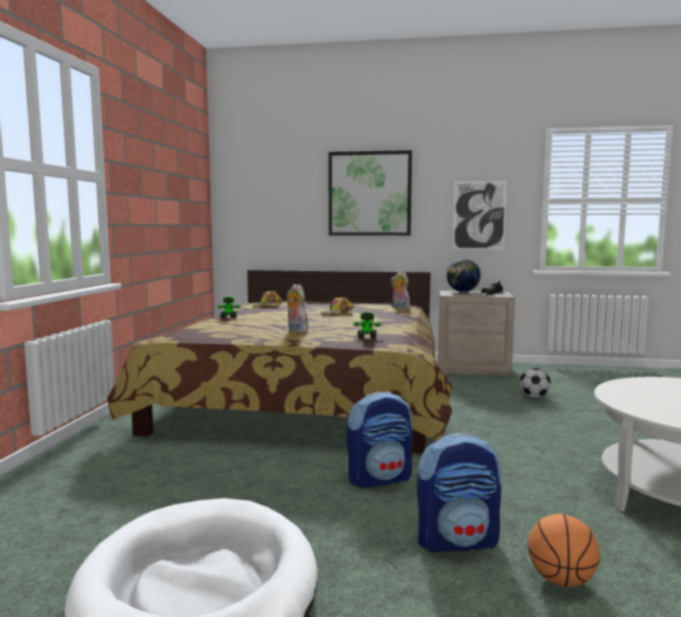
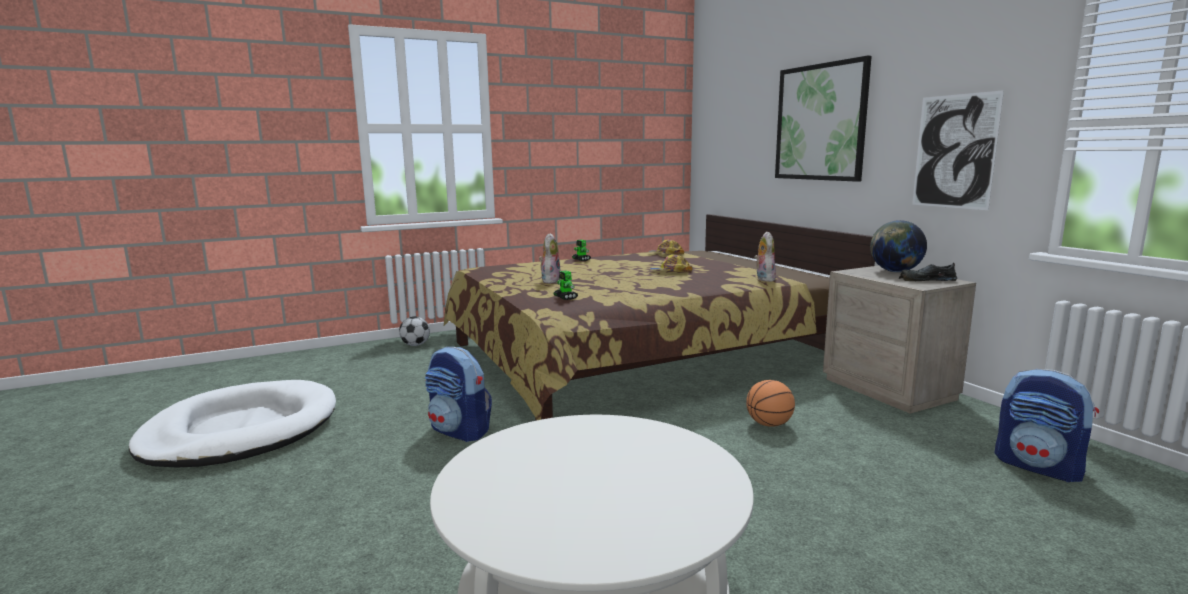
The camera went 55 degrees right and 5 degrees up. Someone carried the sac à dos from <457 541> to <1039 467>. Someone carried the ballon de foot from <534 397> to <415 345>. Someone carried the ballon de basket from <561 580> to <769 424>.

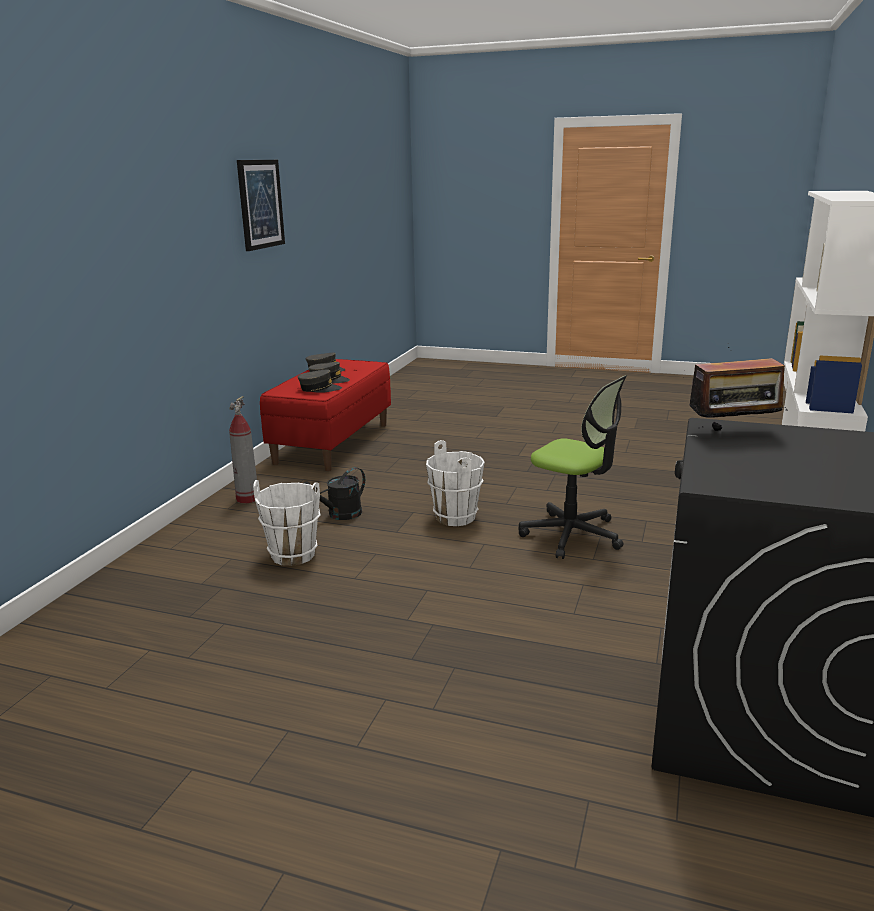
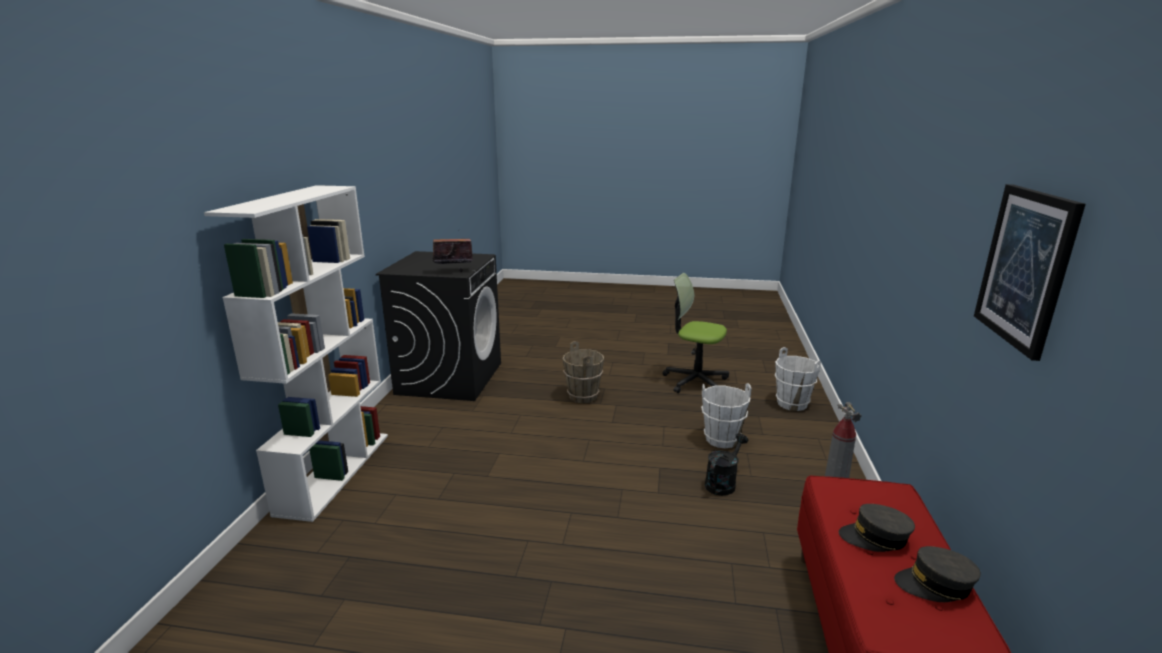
The camera went 170 degrees right and 0 degrees up. Someone took away the casquette/gris at <319 389>. Someone carried the seau/blanc from <456 517> to <791 404>. Someone carried the chaise de bureau from <572 535> to <695 381>. Someone put down the seau/marron at <583 396>.

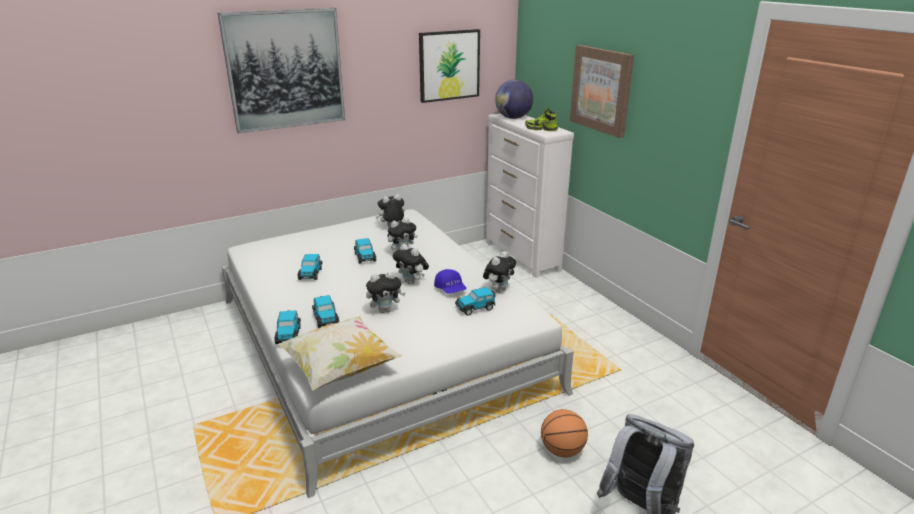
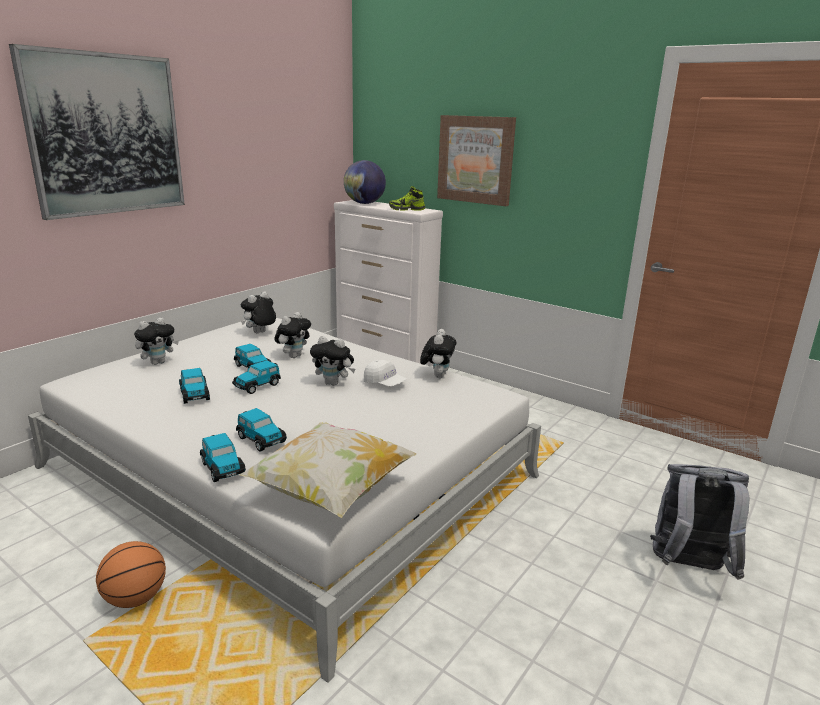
The camera went 25 degrees left and 5 degrees down. Someone carried the peluche from <385 310> to <158 362>. Someone took away the tableau at <449 65>. Someone repainted the casquette/bleu at <450 289>, which became the casquette/blanc at <384 383>. Someone carried the petite voiture from <476 308> to <258 385>. Someone carried the ballon de basket from <562 450> to <135 598>.

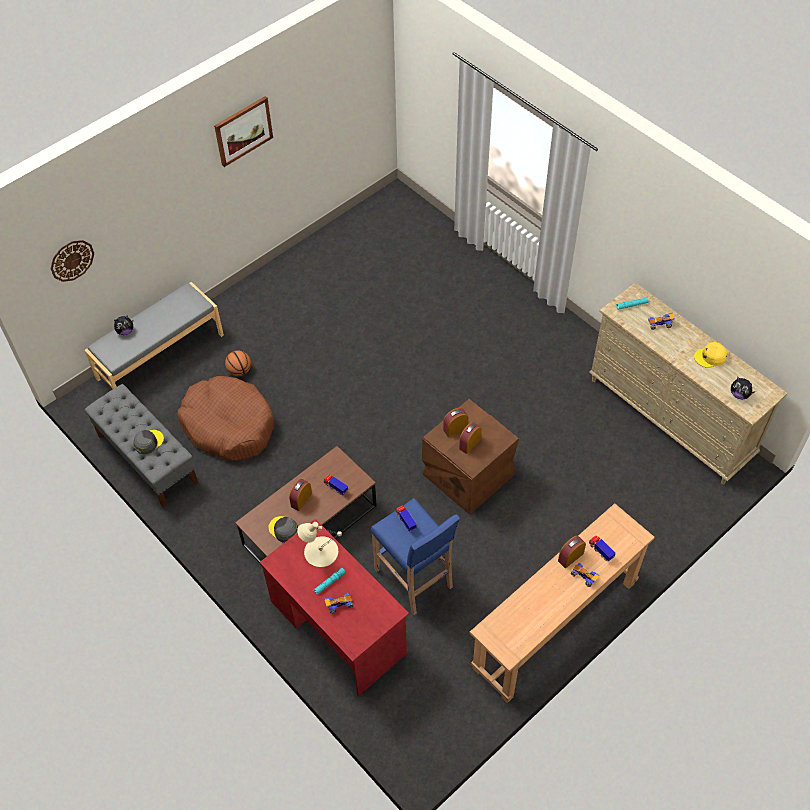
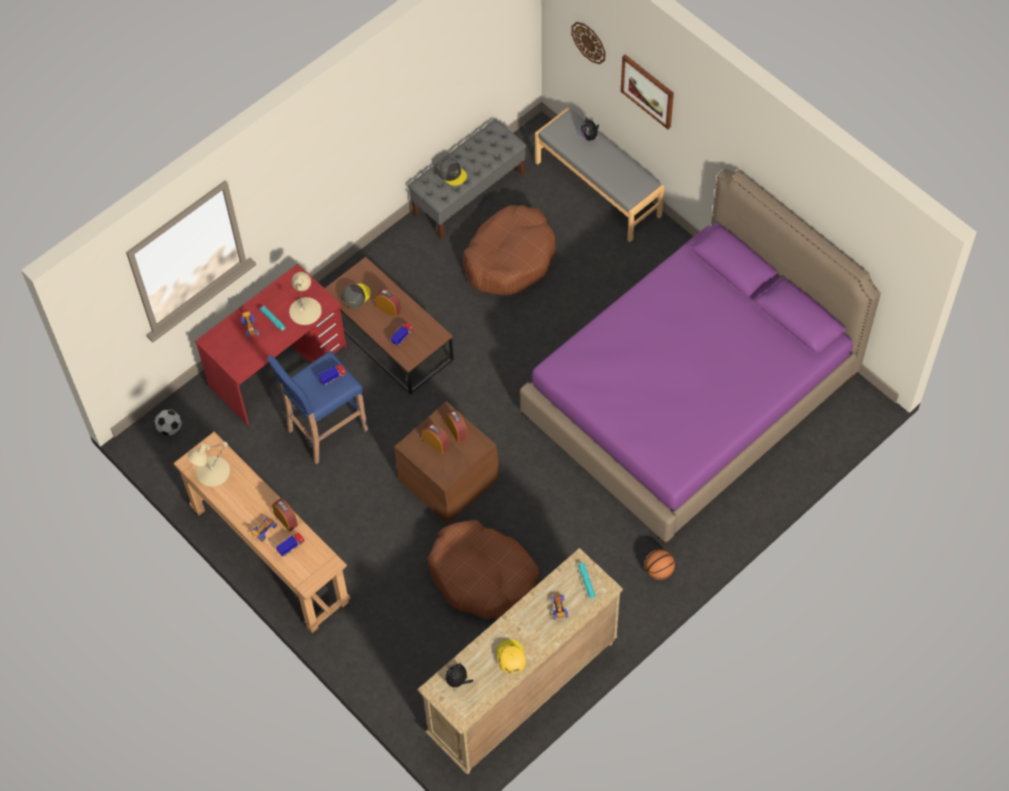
The camera went 90 degrees right and 5 degrees up. Someone carried the tableau from <243 130> to <648 91>. Someone carried the ballon de basket from <239 371> to <659 571>. Someone put down the ballon de foot at <170 428>. Someone put down the lampe de table/beige at <212 471>. Someone put down the panier pour chien/marron at <483 576>. Someone put down the lit/violet at <690 396>.

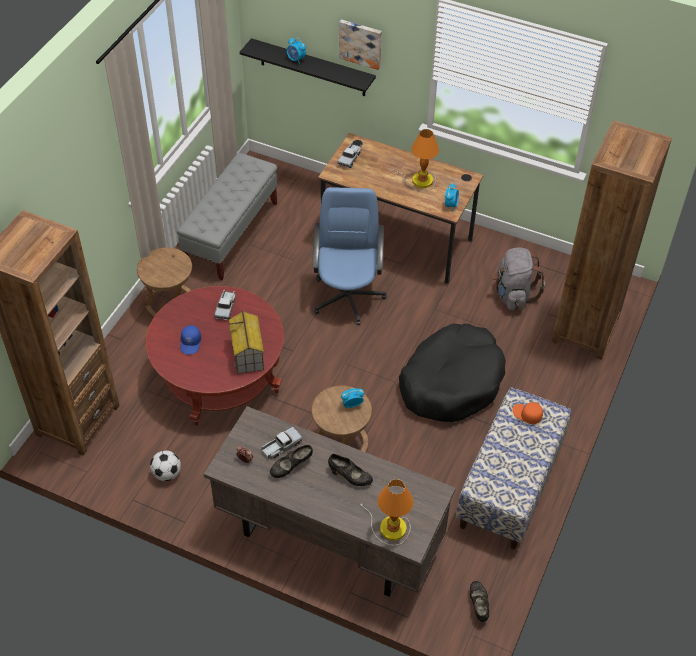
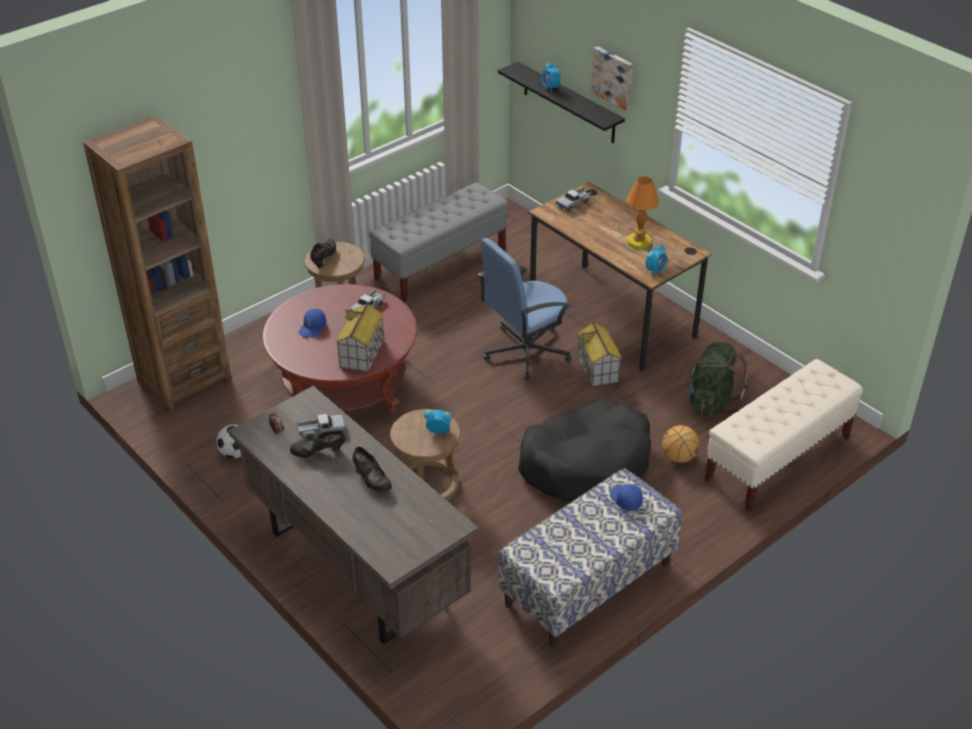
The camera went 25 degrees right and 10 degrees down. Someone rotated the chaise de bureau/bleu at <348 296> by 150 degrees counterclockwise. Someone took away the lampe de table at <389 528>. Someone carried the chaussure/noir from <478 605> to <324 258>. Someone repainted the sac à dos/gris at <513 294>, which became the sac à dos/vert at <711 402>. Someone repainted the casquette/orange at <527 415>, which became the casquette/bleu at <625 500>. Someone swapped the bibliothèque/marron at <585 329> for the banc/beige at <777 459>. Someone put down the maison miniature at <598 369>. Someone put down the ballon de basket at <679 457>.

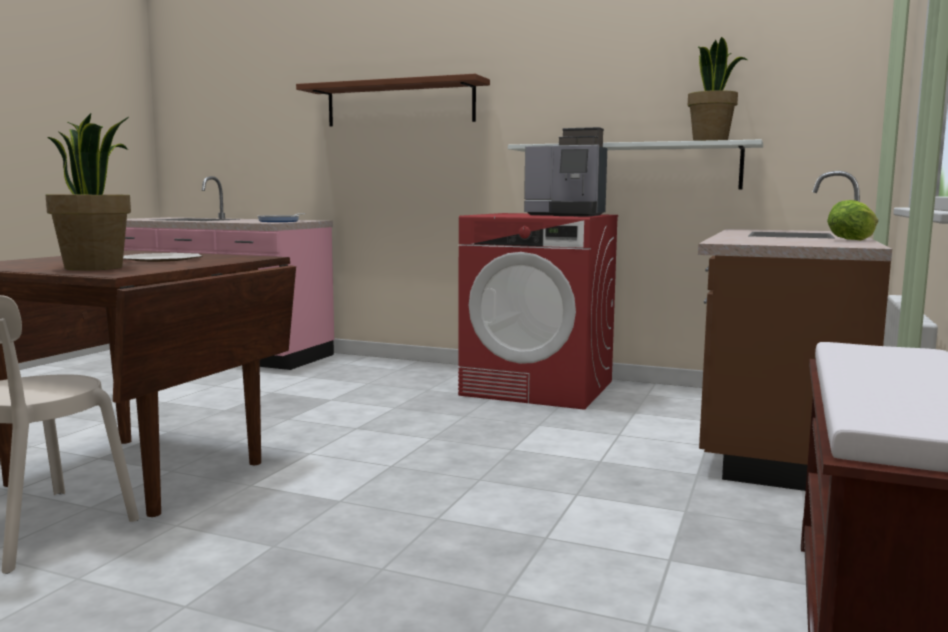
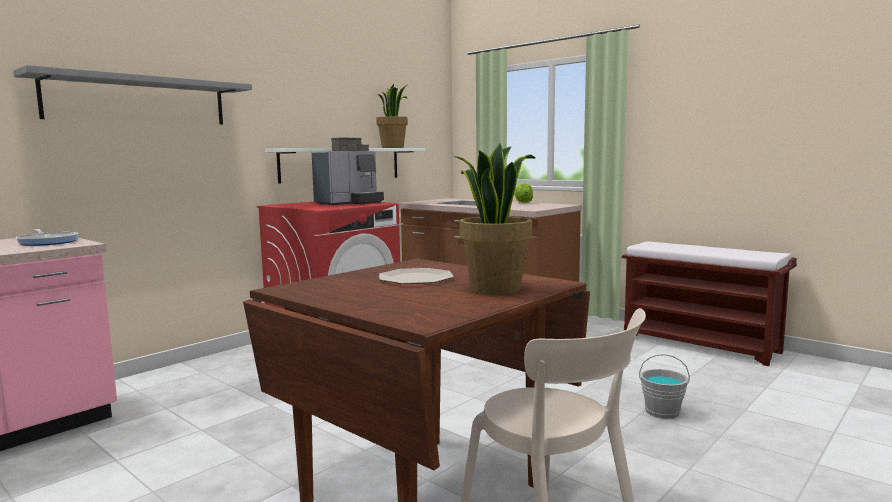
The camera went 70 degrees left and 0 degrees up. Someone repainted the étagère/marron at <399 104>, which became the étagère/gris at <138 101>. Someone put down the seau/gris at <662 411>.

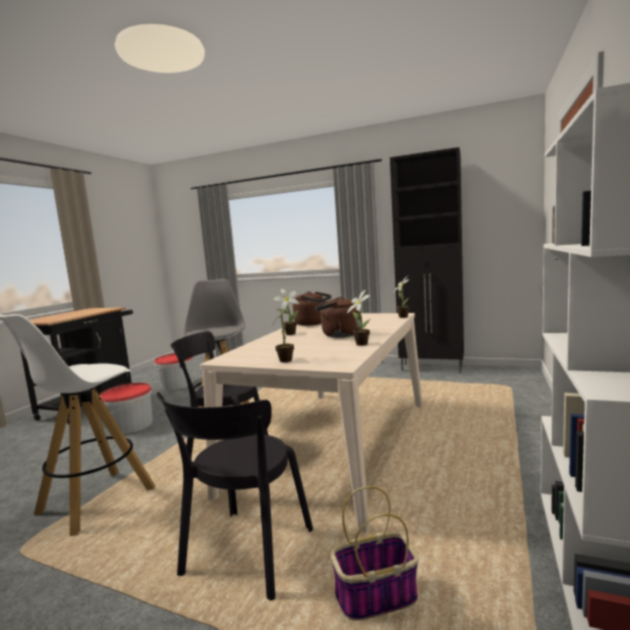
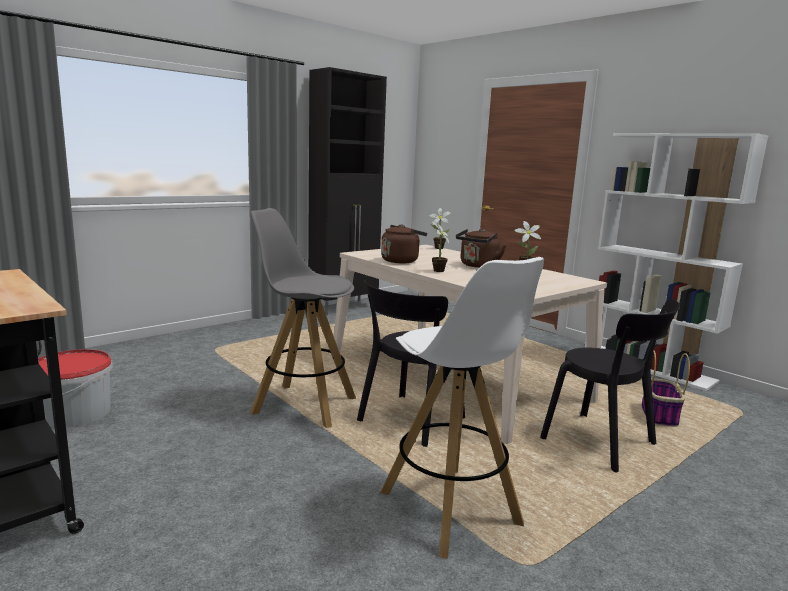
The camera went 65 degrees left and 5 degrees up. Someone took away the seau at <131 425>. Someone took away the plante en pot at <286 360>.

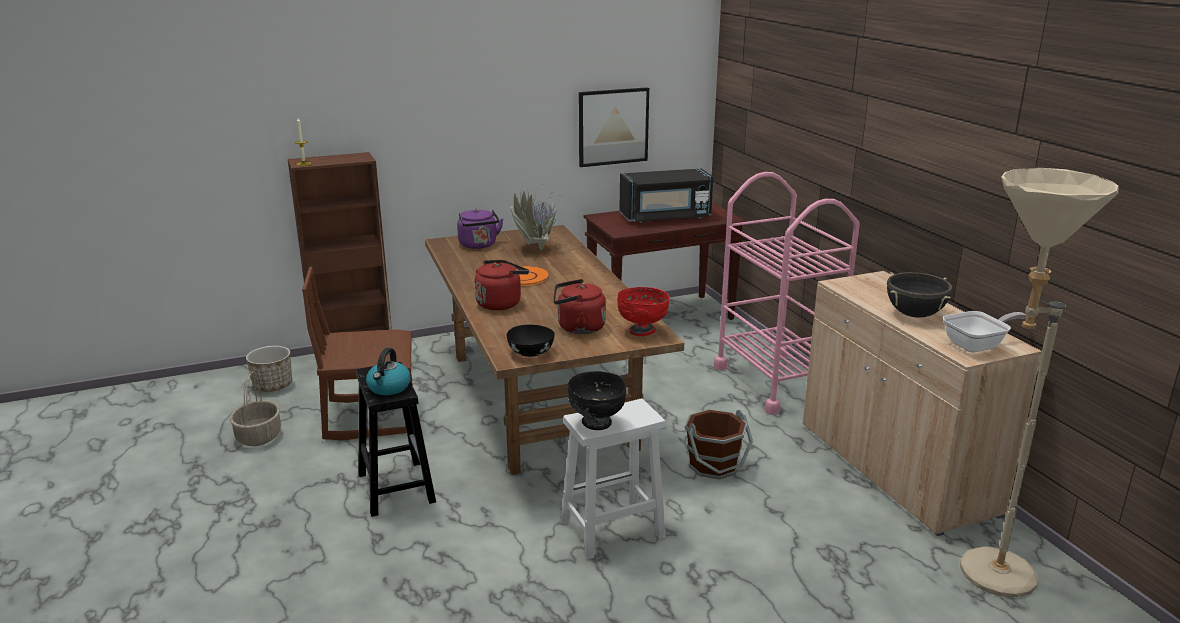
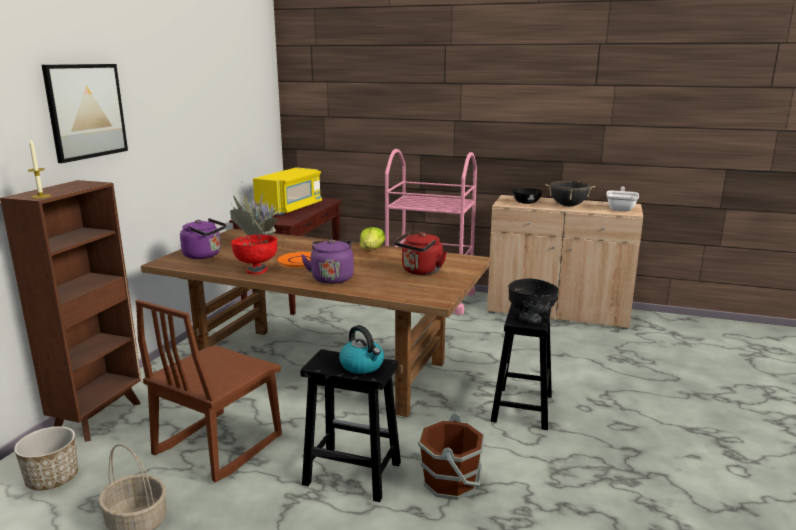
The camera went 50 degrees left and 5 degrees down. Someone repainted the bouilloire/rouge at <500 303>, which became the bouilloire/violet at <332 278>. Someone carried the bol/noir from <530 352> to <526 202>. Someone repainted the tabouret/blanc at <611 529>, which became the tabouret/noir at <522 408>. Someone carried the tableau from <613 126> to <86 111>. Someone carried the bol/rouge from <642 331> to <256 271>. Someone repainted the micro-ondes/noir at <665 217>, which became the micro-ondes/jaune at <290 208>. Someone carried the seau/marron from <714 466> to <451 482>. Someone took away the lampadaire/beige at <982 574>. Someone put down the laitue at <371 249>.

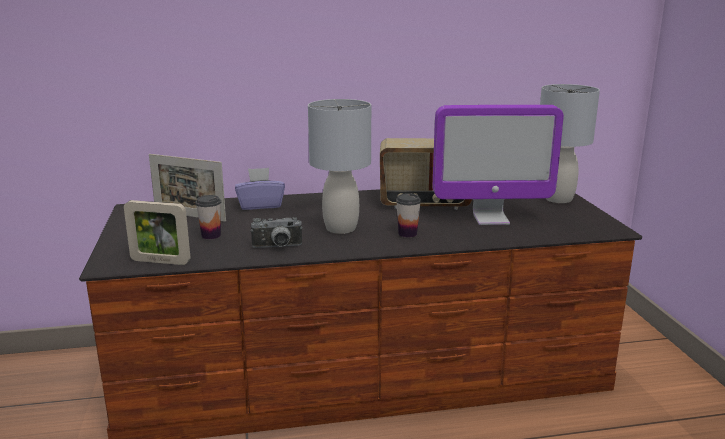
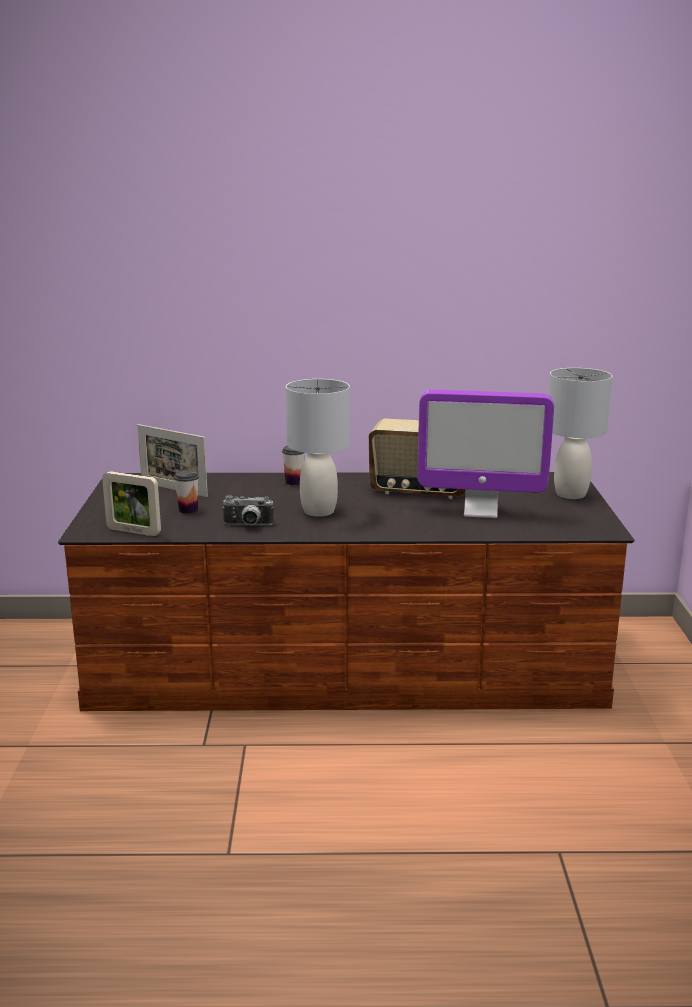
The camera went 10 degrees right and 0 degrees up. Someone took away the boîte à mouchoirs/violet at <260 205>. Someone carried the tasse from <407 234> to <294 482>.

